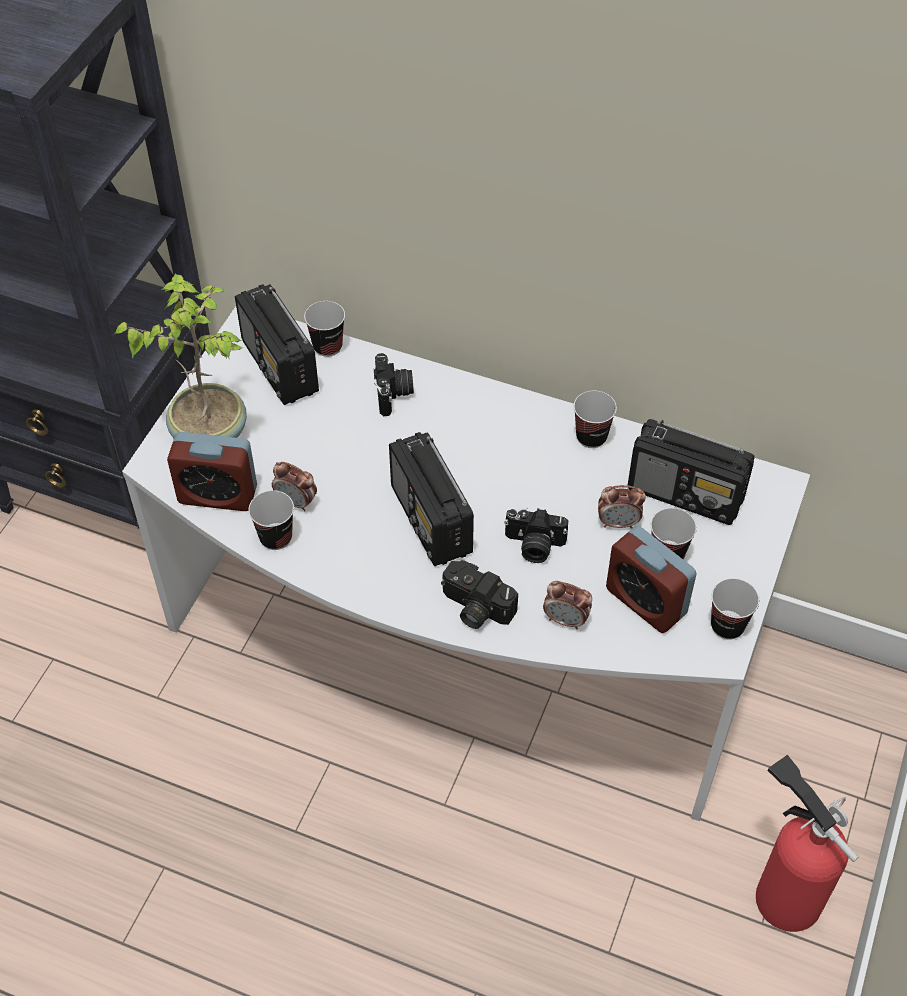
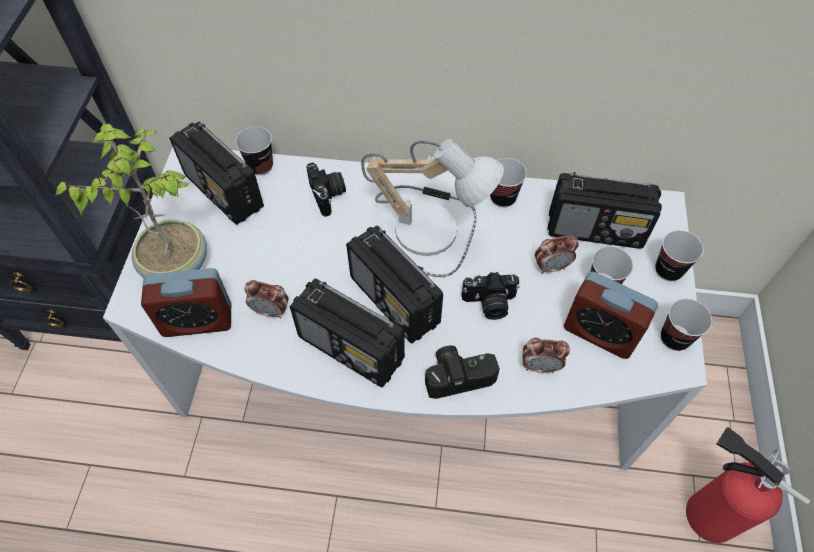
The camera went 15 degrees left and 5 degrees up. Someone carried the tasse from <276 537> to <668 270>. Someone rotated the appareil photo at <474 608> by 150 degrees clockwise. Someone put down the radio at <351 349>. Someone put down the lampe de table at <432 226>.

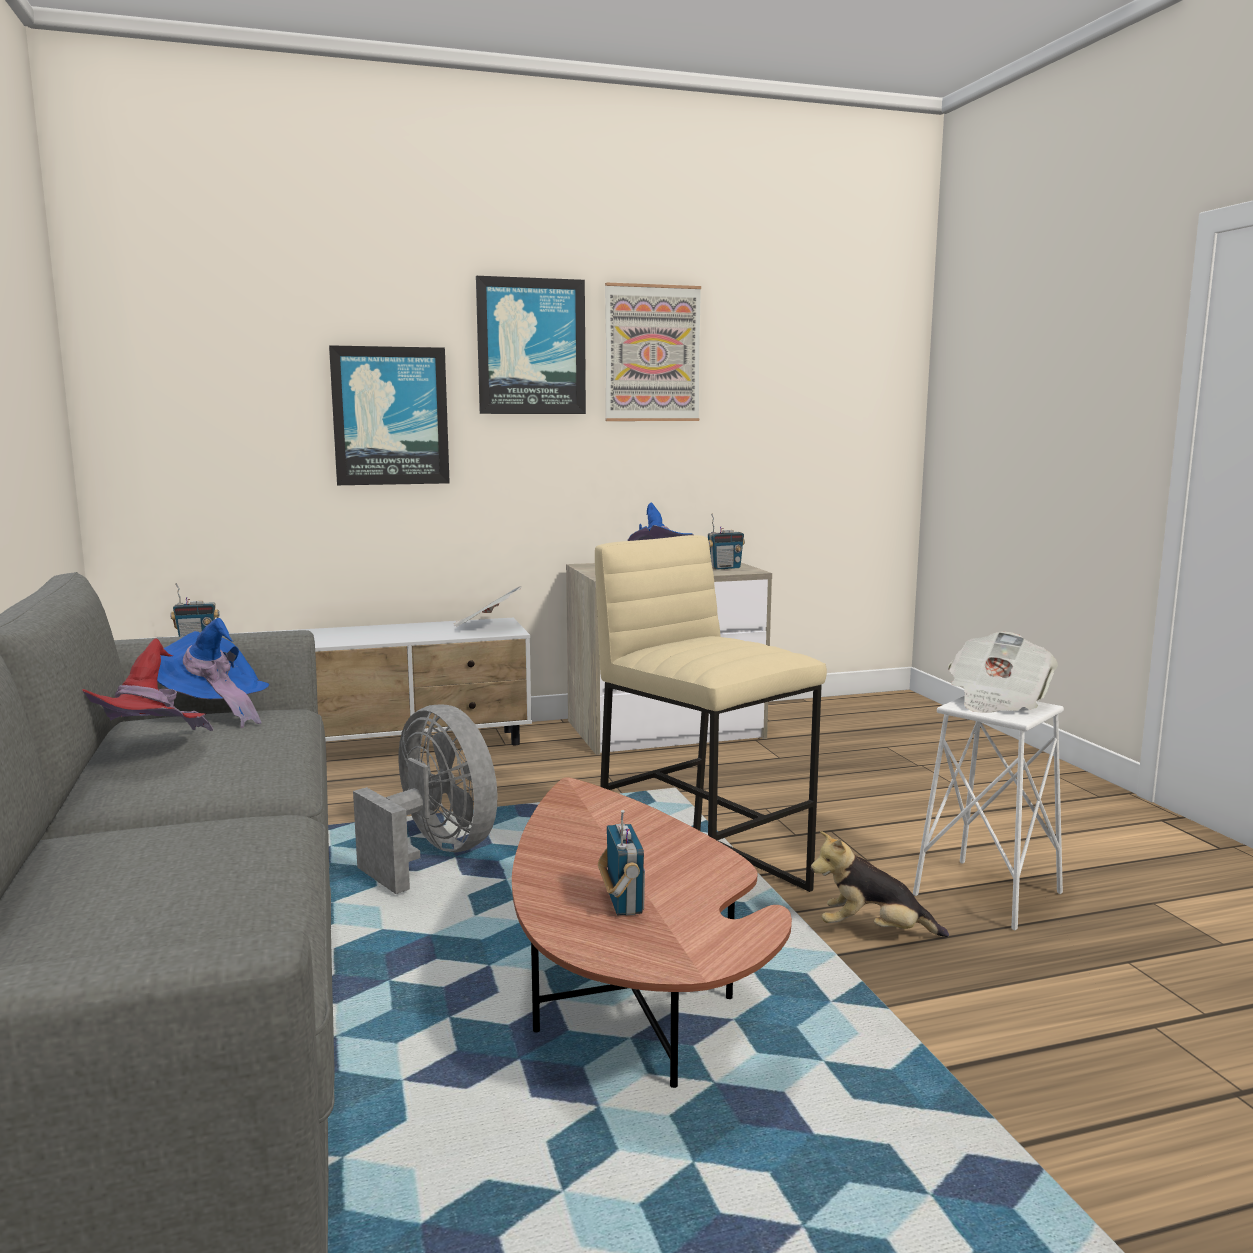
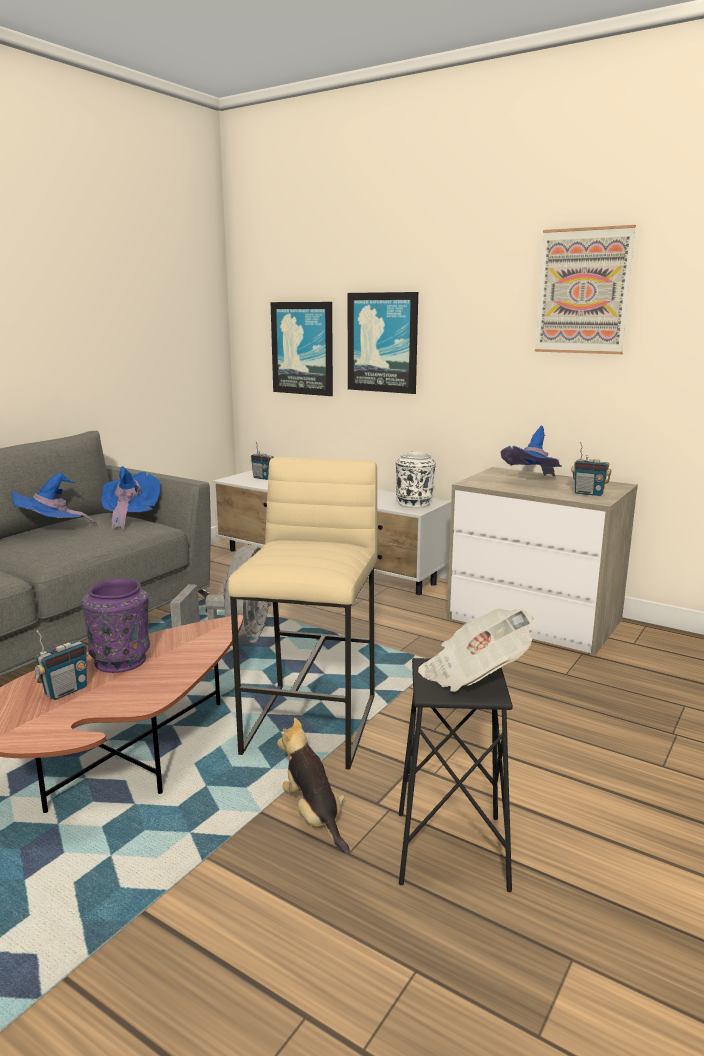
The camera went 50 degrees right and 5 degrees up. Someone repainted the chapeau/rouge at <149 754>, which became the chapeau/bleu at <52 531>. Someone swapped the journal at <485 626> for the vase/blanc at <414 503>. Someone carried the tableau from <531 347> to <303 348>. Someone repainted the tabouret/blanc at <987 894>, which became the tabouret/noir at <451 850>. Someone put down the vase/violet at <121 660>.

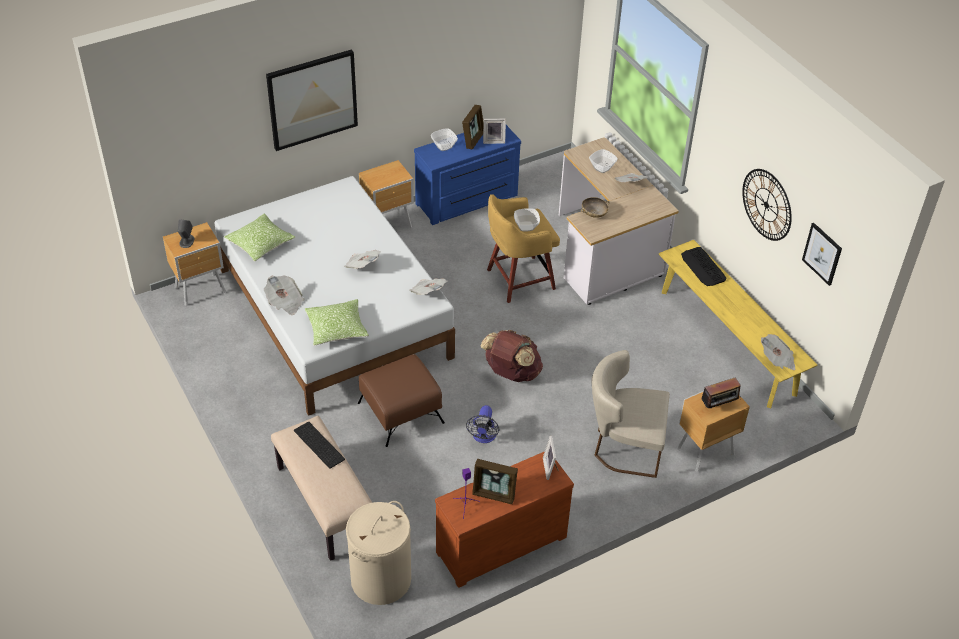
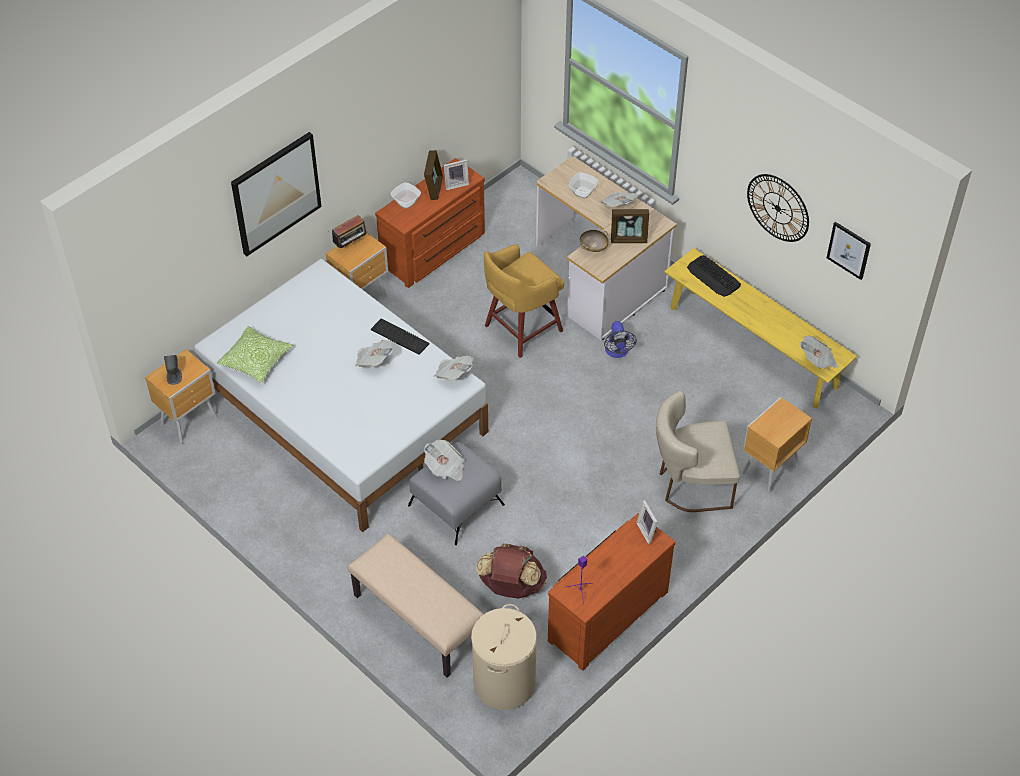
The camera went 15 degrees left and 5 degrees up. Someone carried the journal from <285 302> to <445 468>. Someone carried the clavier from <317 445> to <398 337>. Someone took away the coussin at <336 329>. Someone repainted the pouf/marron at <401 412>, which became the pouf/gris at <457 504>. Someone repainted the commode/bleu at <468 201>, which became the commode/marron at <435 251>. Someone carried the ventilateur from <483 437> to <617 352>. Someone carried the cadre photo from <494 494> to <629 239>. Someone carried the sac à dos/marron from <511 373> to <511 587>. Someone took away the bol at <526 226>. Someone carried the radio from <719 406> to <351 244>.

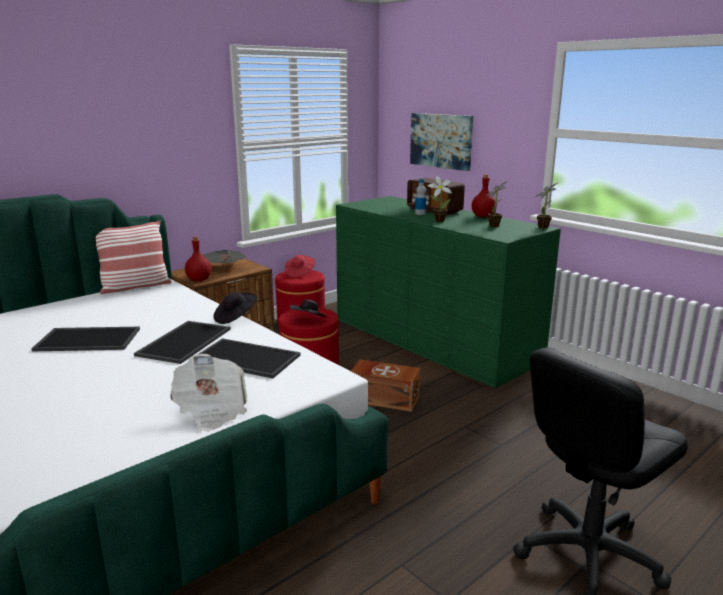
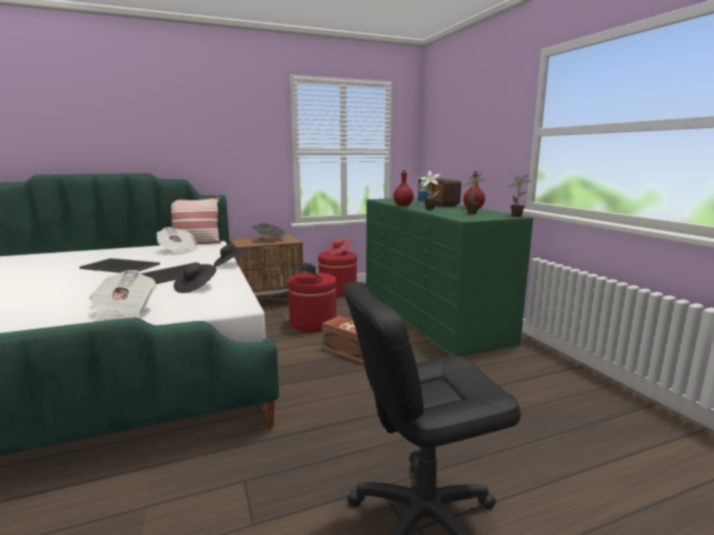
The camera went 20 degrees right and 5 degrees down. Someone carried the bouteille/rouge from <198 280> to <402 205>. Someone swapped the plateau at <244 359> for the chapeau/noir at <196 287>. Someone took away the tableau at <441 141>. Someone put down the journal at <178 251>.

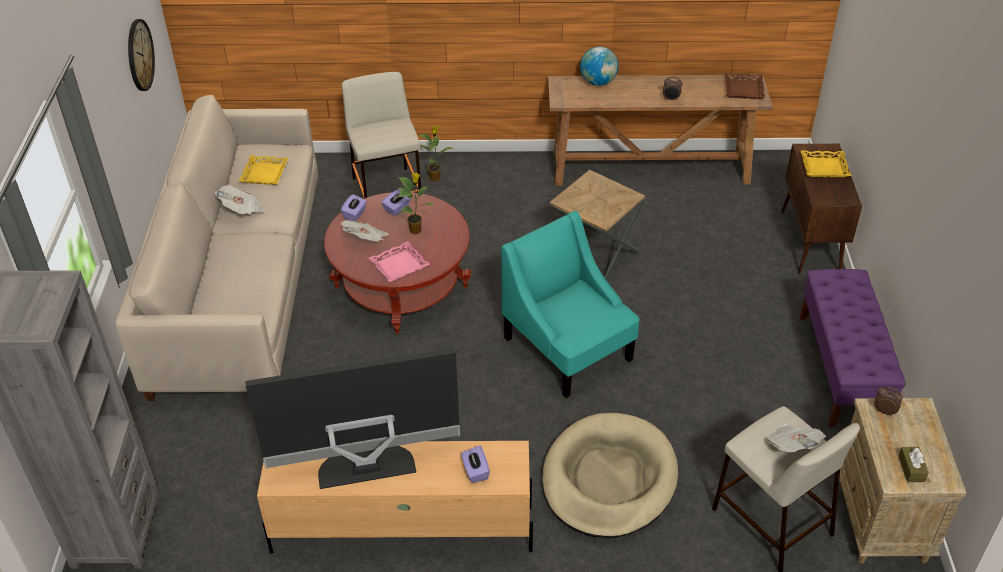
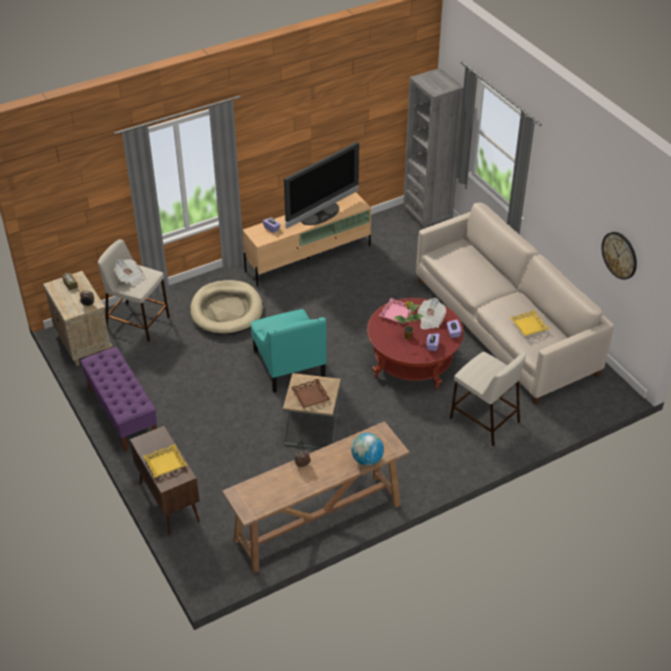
The camera went 150 degrees right and 0 degrees up. Someone took away the journal at <242 210>. Someone took away the plante en pot at <435 178>. Someone rotated the fauteuil/turquoise at <568 349> by 45 degrees clockwise. Someone carried the plateau/marron from <744 89> to <310 396>.

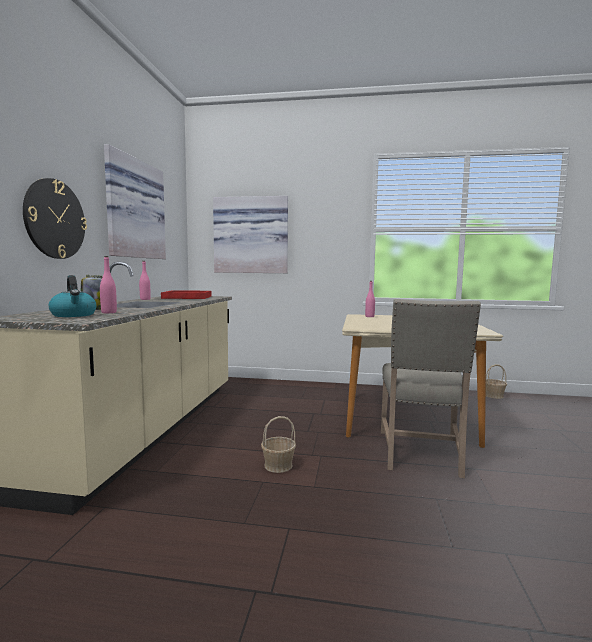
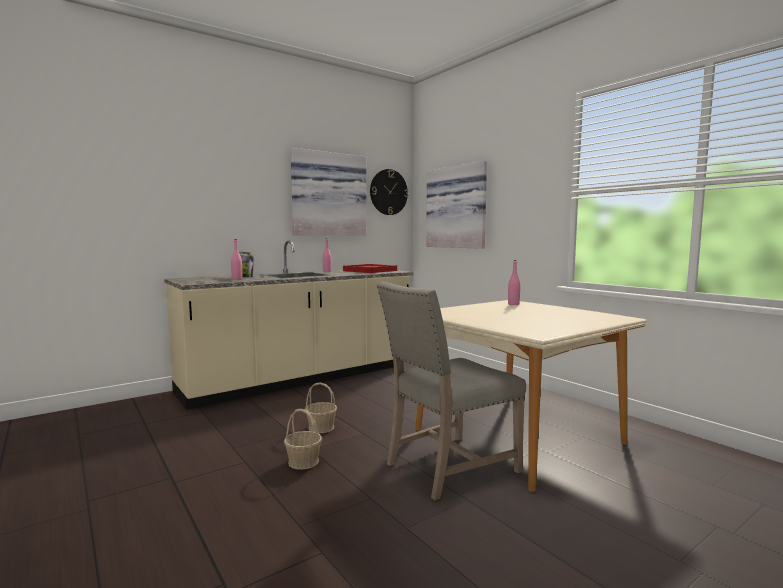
The camera went 45 degrees right and 0 degrees up. Someone carried the horloge murale from <55 219> to <388 192>. Someone took away the bouilloire at <74 315>. Someone carried the panier from <493 395> to <303 461>.

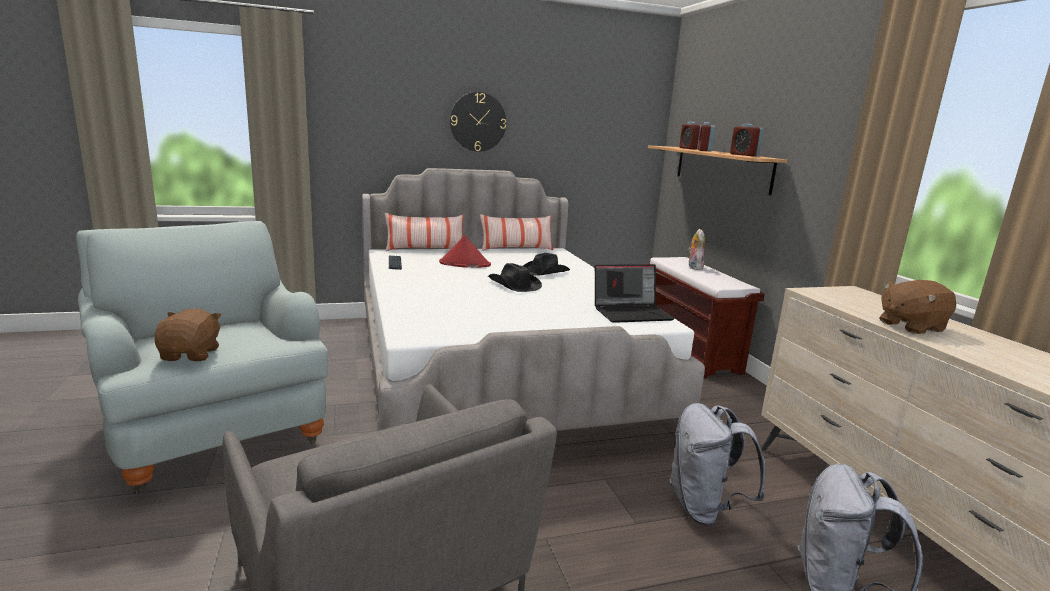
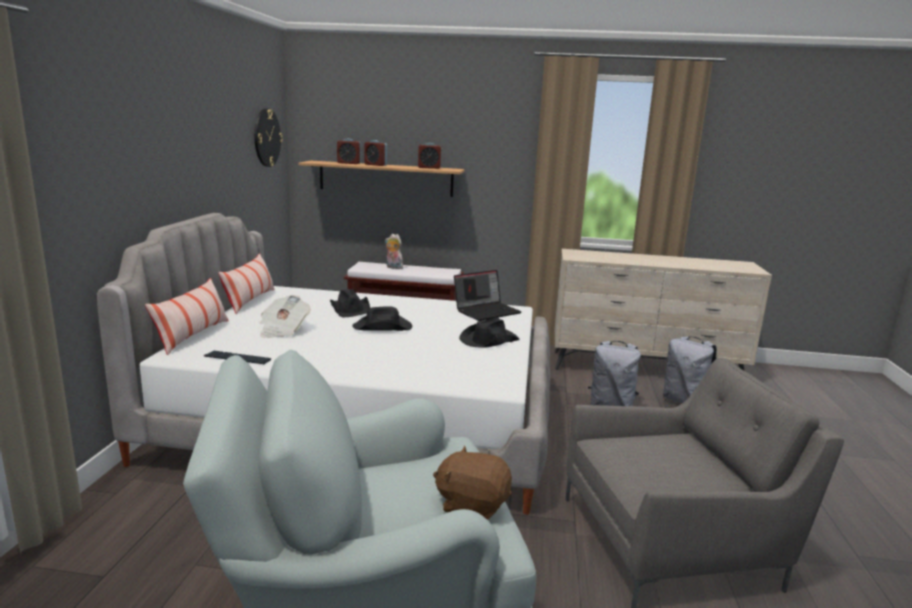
The camera went 65 degrees left and 0 degrees up. Someone swapped the chapeau/rouge at <464 264> for the journal at <283 330>. Someone carried the horloge murale from <478 122> to <266 137>. Someone rotated the ordinateur portable at <632 313> by 45 degrees clockwise. Someone took away the peluche/marron at <910 326>. Someone put down the chapeau/noir at <488 340>.

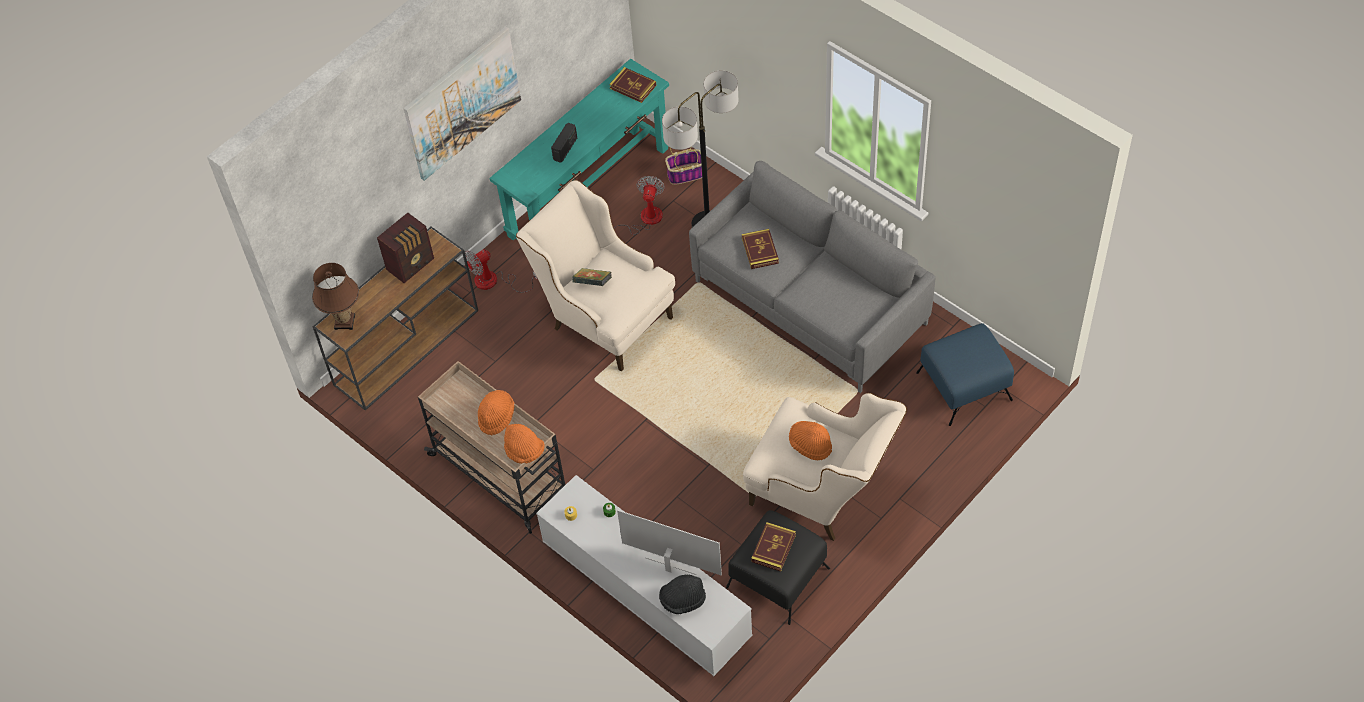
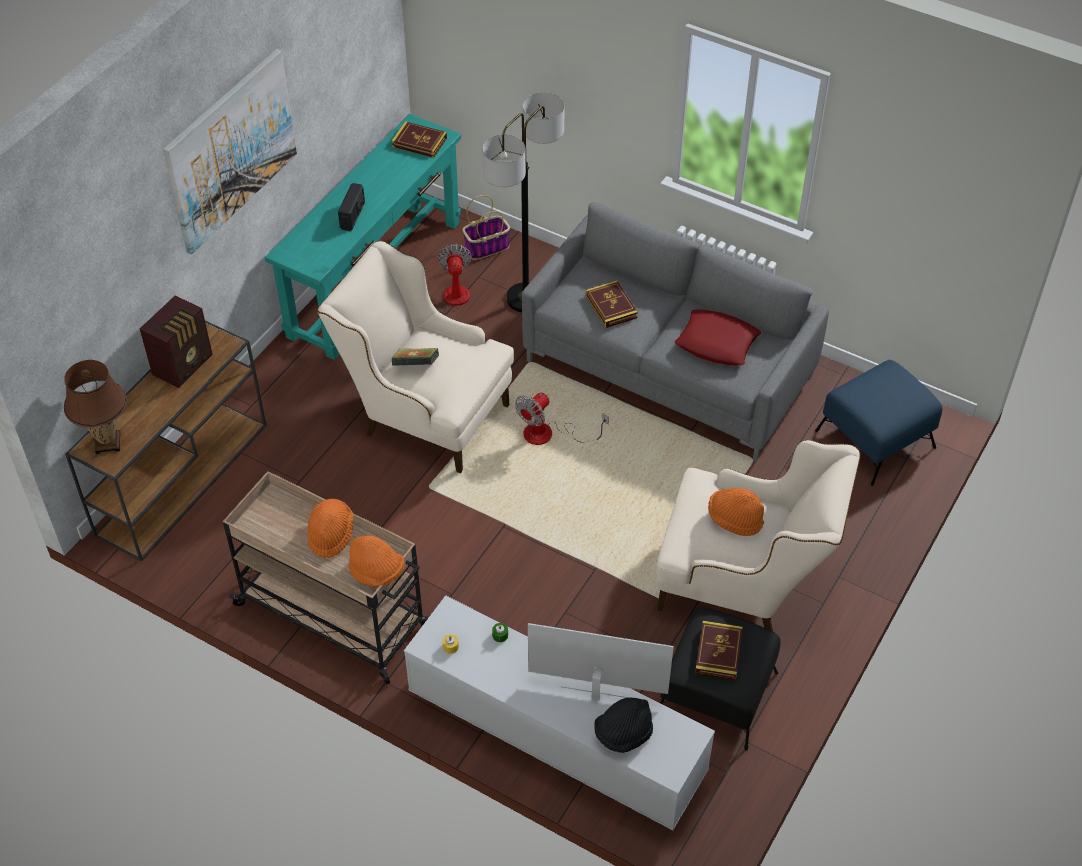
The camera went 15 degrees left and 5 degrees down. Someone carried the ventilateur from <494 282> to <549 435>. Someone put down the coussin/rouge at <717 343>.

